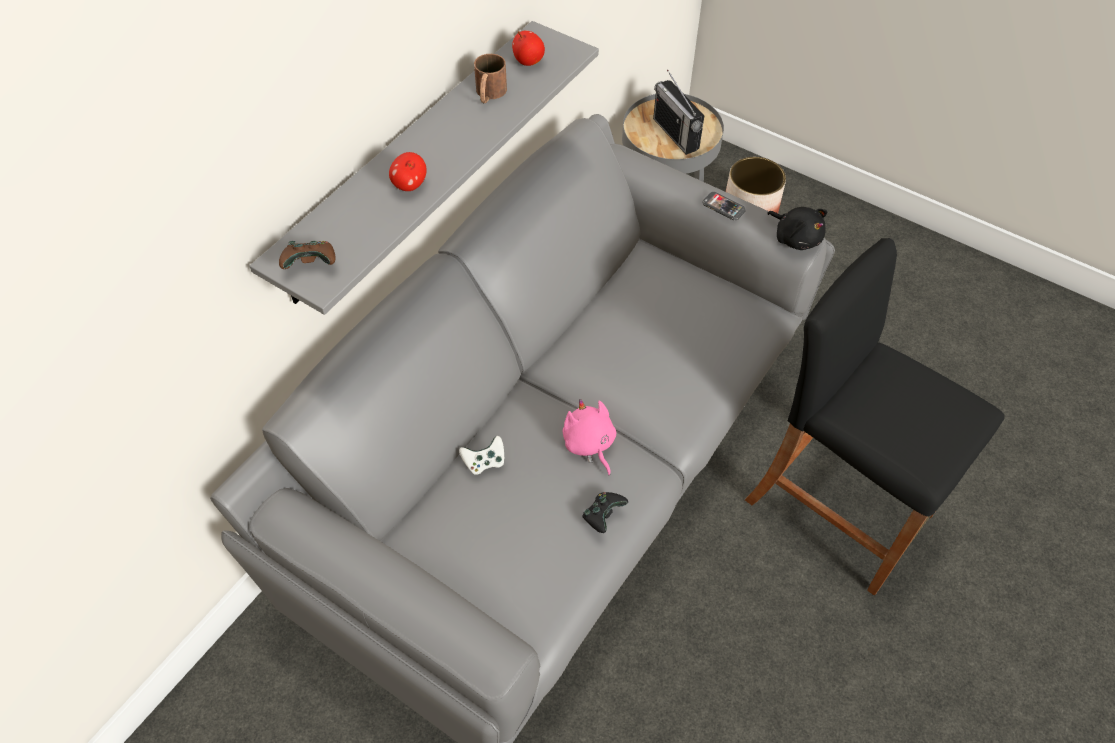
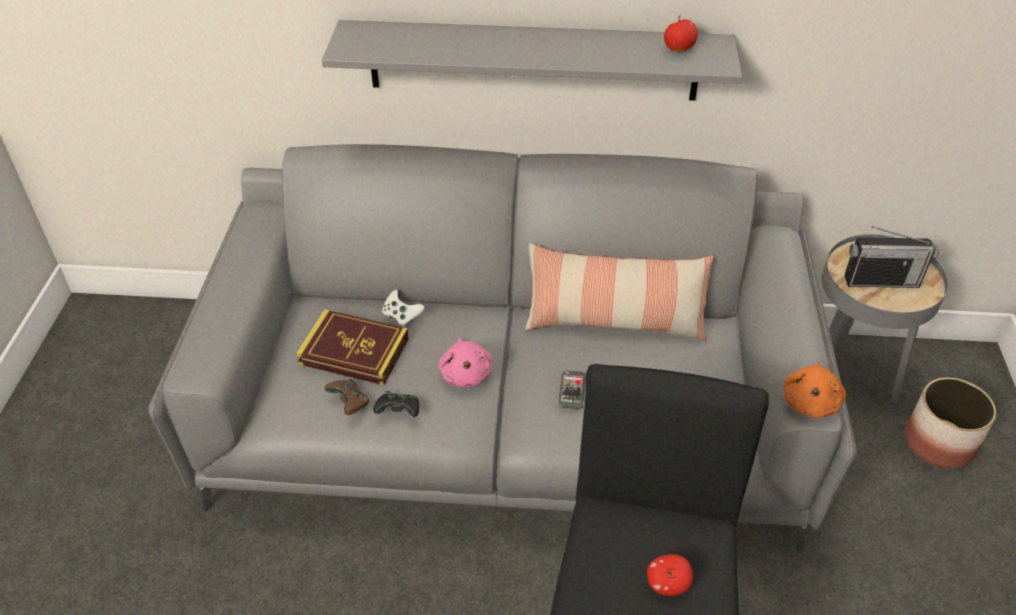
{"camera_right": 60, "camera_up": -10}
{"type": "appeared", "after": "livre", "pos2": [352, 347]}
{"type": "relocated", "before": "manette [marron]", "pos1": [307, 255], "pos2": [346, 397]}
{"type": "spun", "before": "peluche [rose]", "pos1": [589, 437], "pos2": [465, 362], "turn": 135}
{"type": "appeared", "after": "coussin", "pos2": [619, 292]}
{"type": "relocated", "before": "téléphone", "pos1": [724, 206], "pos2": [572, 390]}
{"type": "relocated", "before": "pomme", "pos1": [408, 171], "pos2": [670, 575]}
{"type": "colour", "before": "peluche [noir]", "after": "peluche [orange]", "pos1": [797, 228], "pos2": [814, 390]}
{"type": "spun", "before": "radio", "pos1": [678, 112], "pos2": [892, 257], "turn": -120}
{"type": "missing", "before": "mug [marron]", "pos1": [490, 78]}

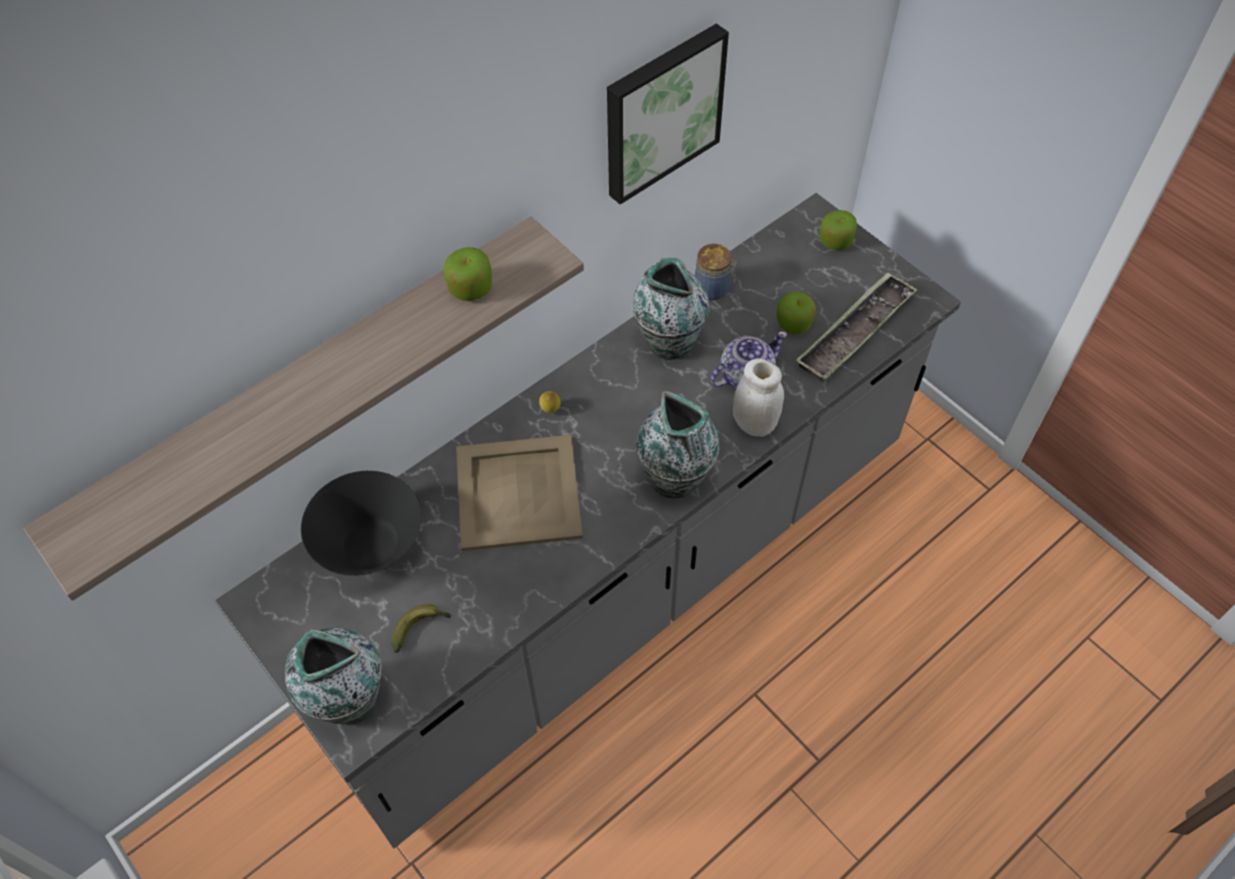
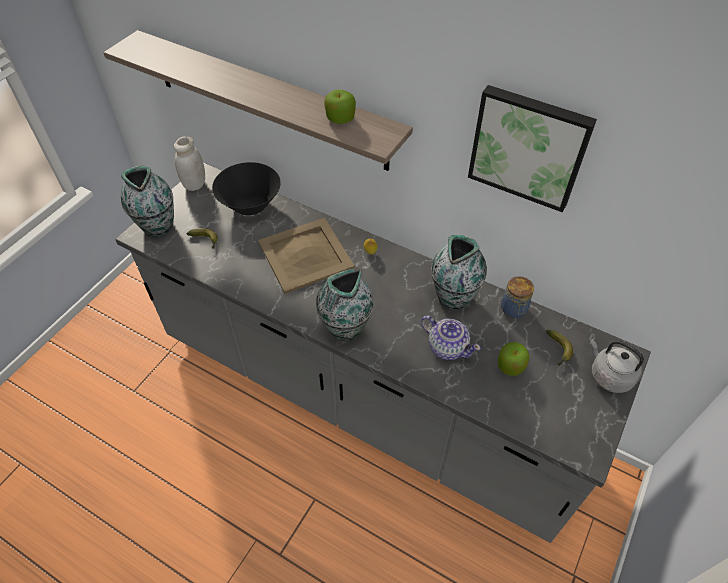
{"camera_right": 70, "camera_up": -5}
{"type": "relocated", "before": "bocal [blanc]", "pos1": [758, 398], "pos2": [189, 163]}
{"type": "appeared", "after": "banane", "pos2": [559, 348]}
{"type": "exchanged", "before": "pomme", "after": "bouilloire [gris]", "pos1": [838, 230], "pos2": [617, 366]}
{"type": "missing", "before": "plateau", "pos1": [856, 326]}

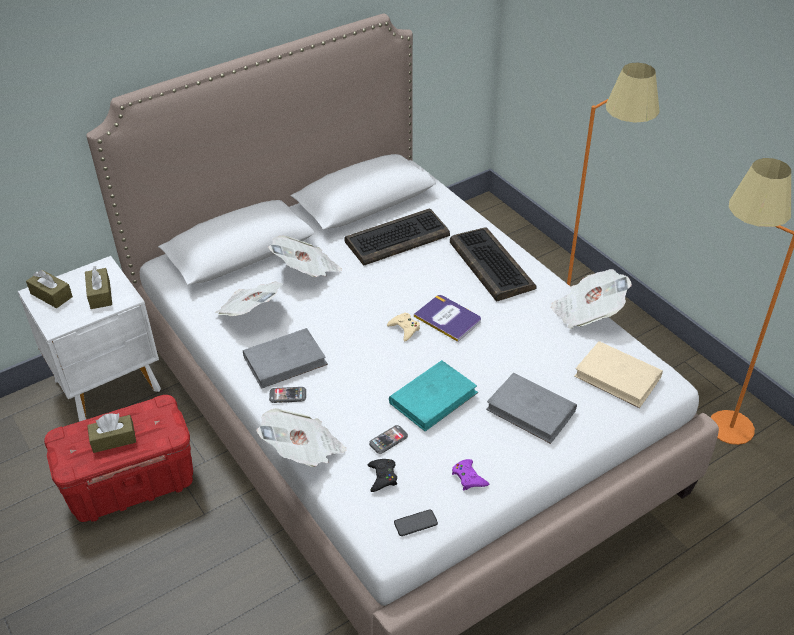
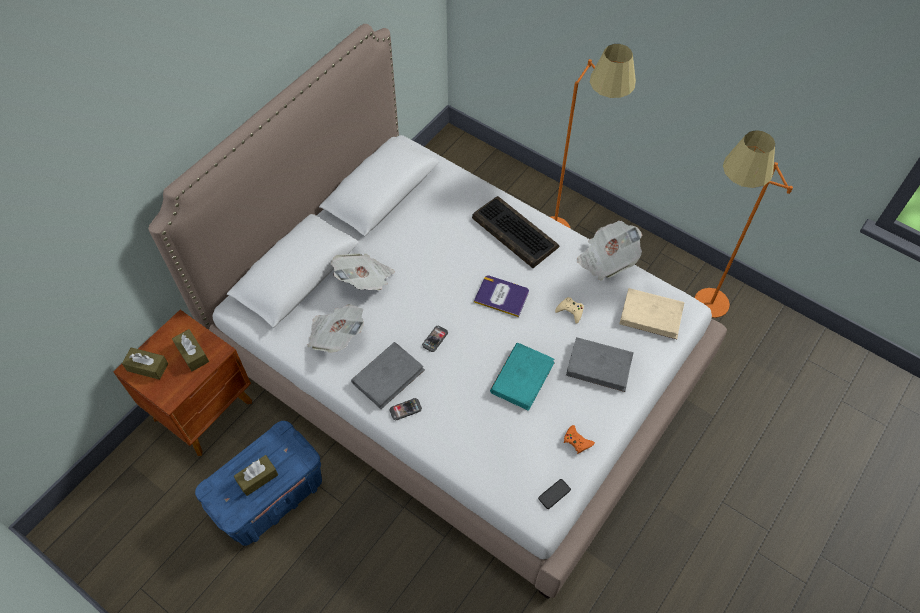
{"camera_right": -20, "camera_up": 15}
{"type": "colour", "before": "table de chevet [blanc]", "after": "table de chevet [marron]", "pos1": [89, 339], "pos2": [182, 383]}
{"type": "colour", "before": "boîte de rangement [rouge]", "after": "boîte de rangement [bleu]", "pos1": [118, 458], "pos2": [258, 483]}
{"type": "relocated", "before": "téléphone", "pos1": [388, 439], "pos2": [435, 339]}
{"type": "relocated", "before": "manette [beige]", "pos1": [403, 327], "pos2": [569, 310]}
{"type": "colour", "before": "manette [violet]", "after": "manette [orange]", "pos1": [470, 474], "pos2": [579, 439]}
{"type": "missing", "before": "journal", "pos1": [301, 437]}
{"type": "missing", "before": "clavier", "pos1": [397, 237]}
{"type": "missing", "before": "manette [noir]", "pos1": [382, 475]}

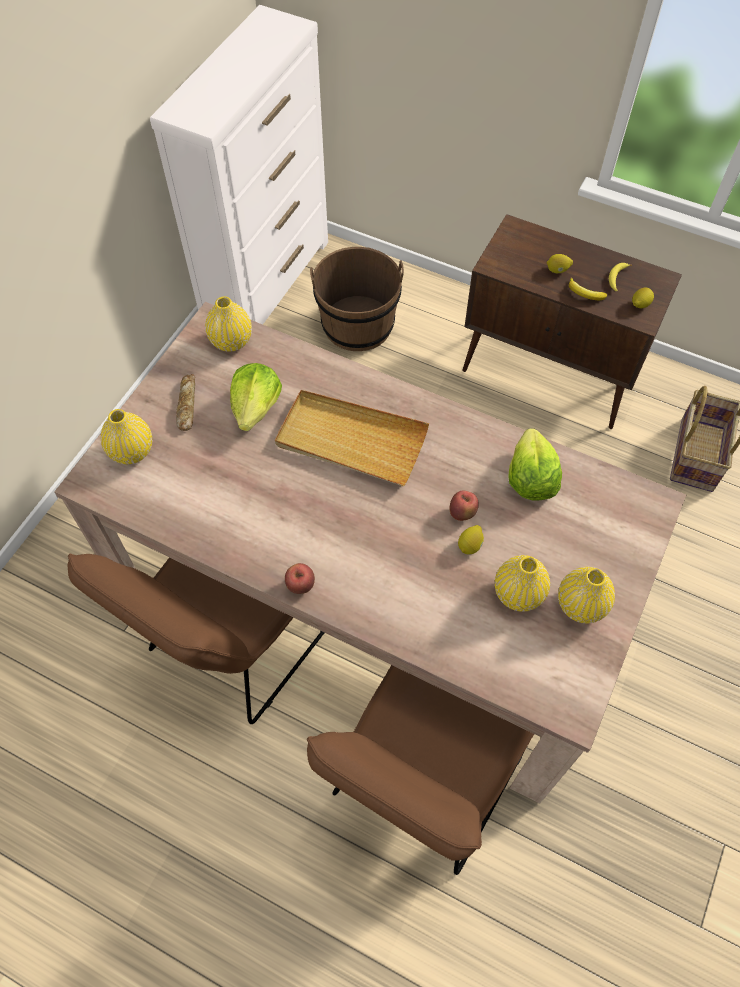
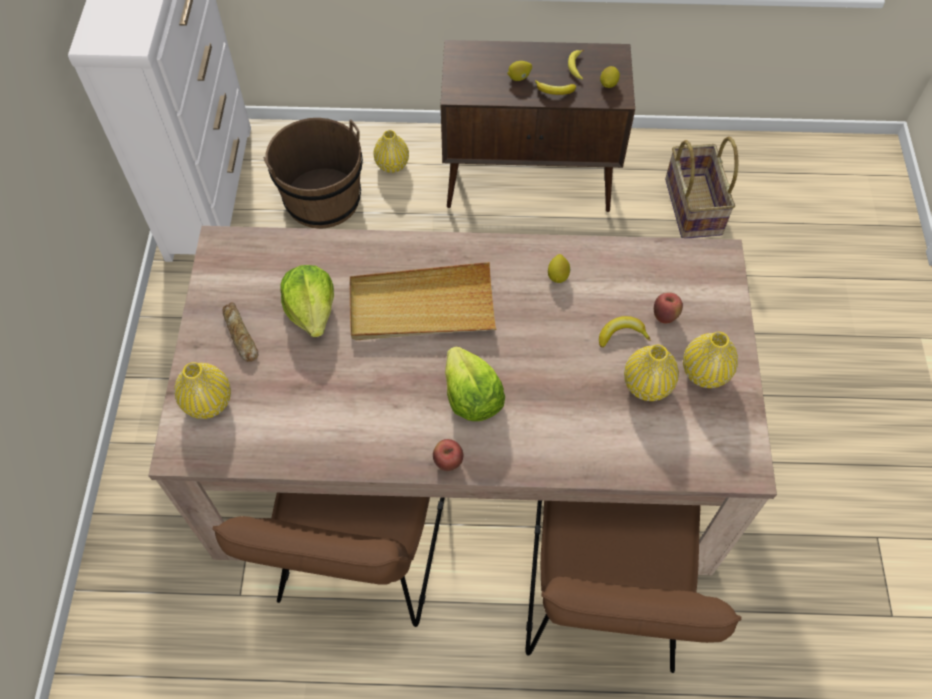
{"camera_right": -25, "camera_up": 0}
{"type": "relocated", "before": "vase [jaune]", "pos1": [228, 324], "pos2": [391, 151]}
{"type": "relocated", "before": "laitue", "pos1": [535, 464], "pos2": [475, 383]}
{"type": "relocated", "before": "citron", "pos1": [471, 540], "pos2": [559, 268]}
{"type": "appeared", "after": "banane", "pos2": [625, 332]}
{"type": "relocated", "before": "pomme", "pos1": [464, 506], "pos2": [668, 308]}

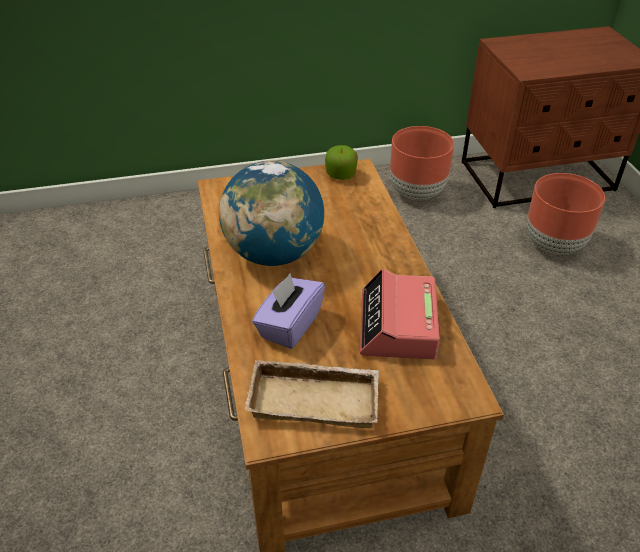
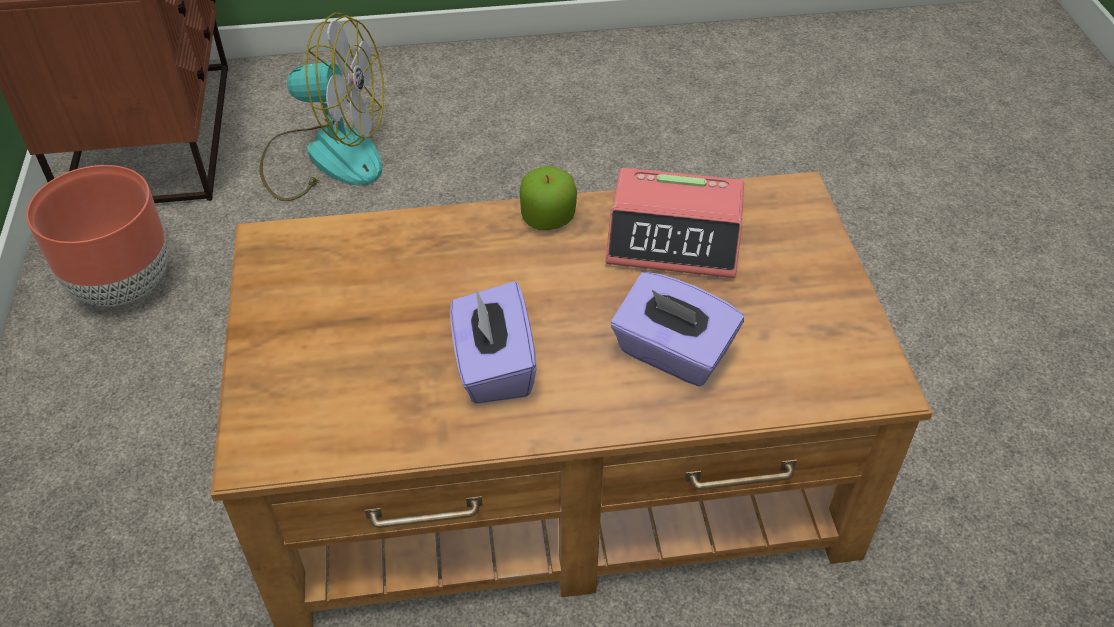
{"camera_right": -85, "camera_up": 5}
{"type": "exchanged", "before": "cache-pot [marron]", "after": "ventilateur", "pos1": [566, 214], "pos2": [322, 107]}
{"type": "exchanged", "before": "globe", "after": "boîte à mouchoirs [violet]", "pos1": [271, 213], "pos2": [493, 342]}
{"type": "relocated", "before": "pomme", "pos1": [341, 162], "pos2": [548, 198]}
{"type": "missing", "before": "plateau [beige]", "pos1": [312, 394]}

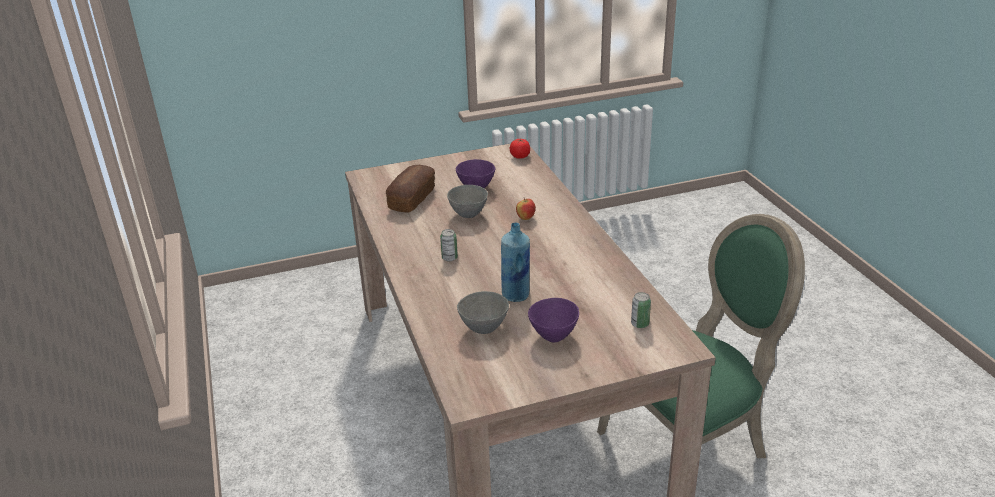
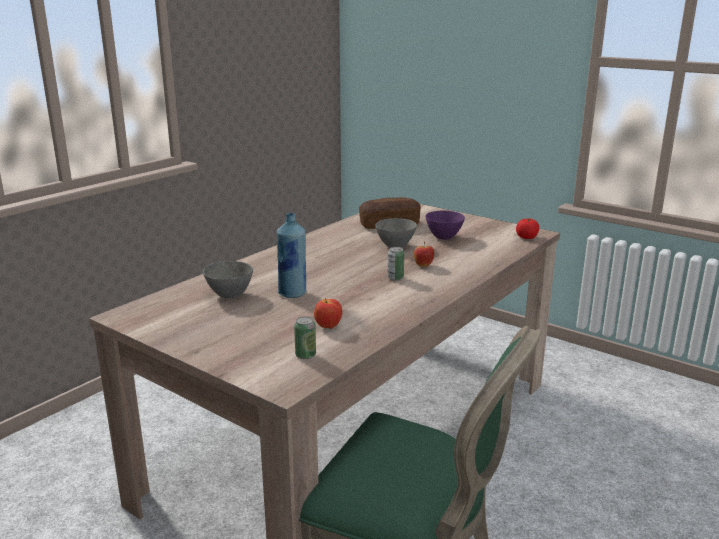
{"camera_right": 55, "camera_up": -10}
{"type": "appeared", "after": "pomme", "pos2": [328, 313]}
{"type": "relocated", "before": "boîte métallique", "pos1": [449, 245], "pos2": [395, 264]}
{"type": "missing", "before": "bol [violet]", "pos1": [553, 320]}

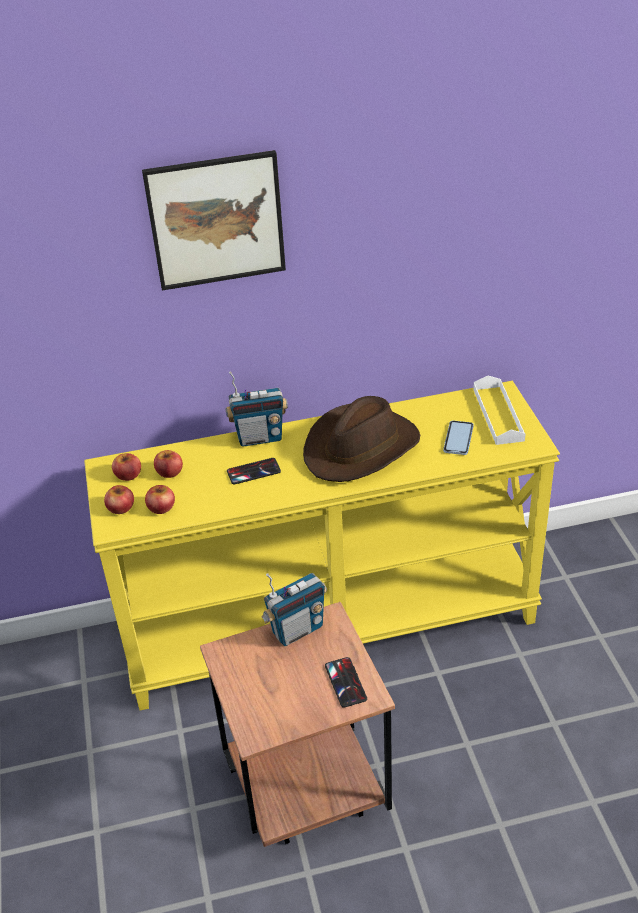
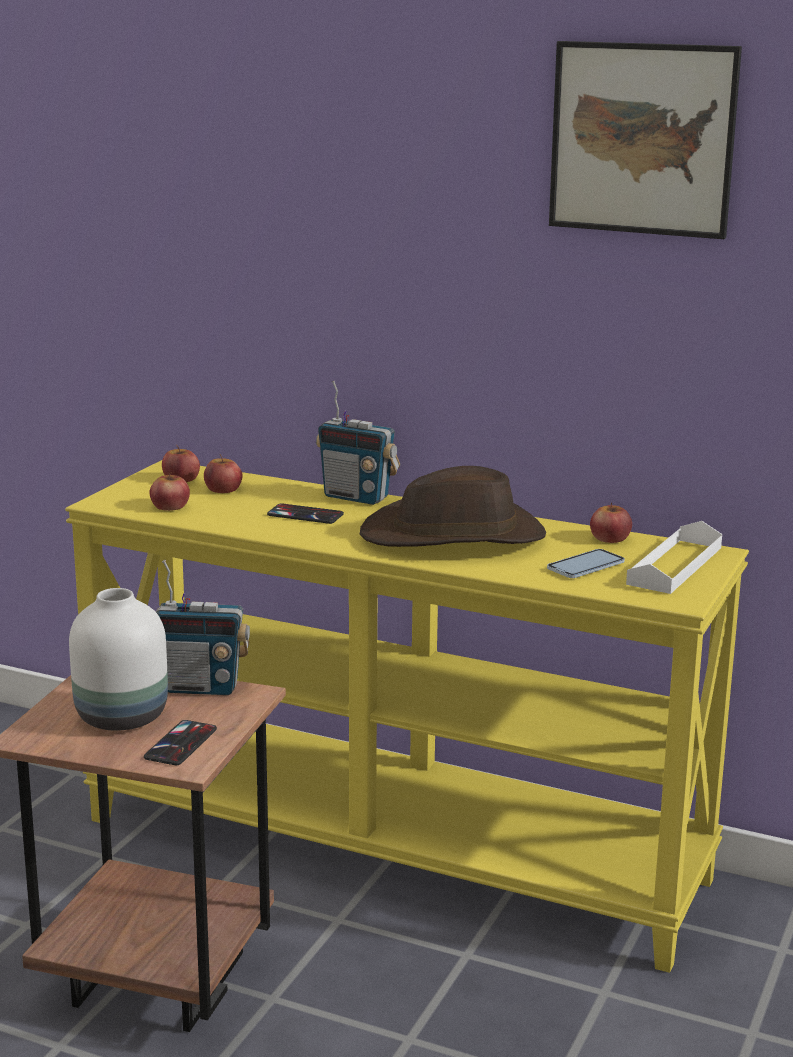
{"camera_right": 35, "camera_up": -20}
{"type": "appeared", "after": "vase [blanc]", "pos2": [118, 659]}
{"type": "relocated", "before": "tableau", "pos1": [214, 220], "pos2": [645, 140]}
{"type": "relocated", "before": "pomme", "pos1": [119, 499], "pos2": [611, 522]}

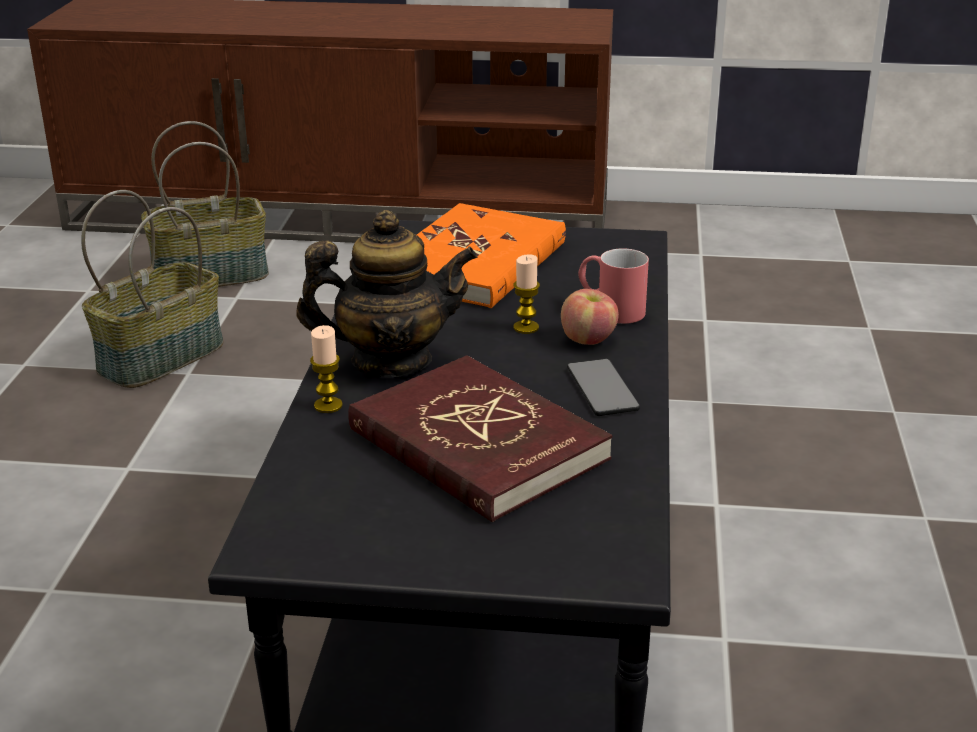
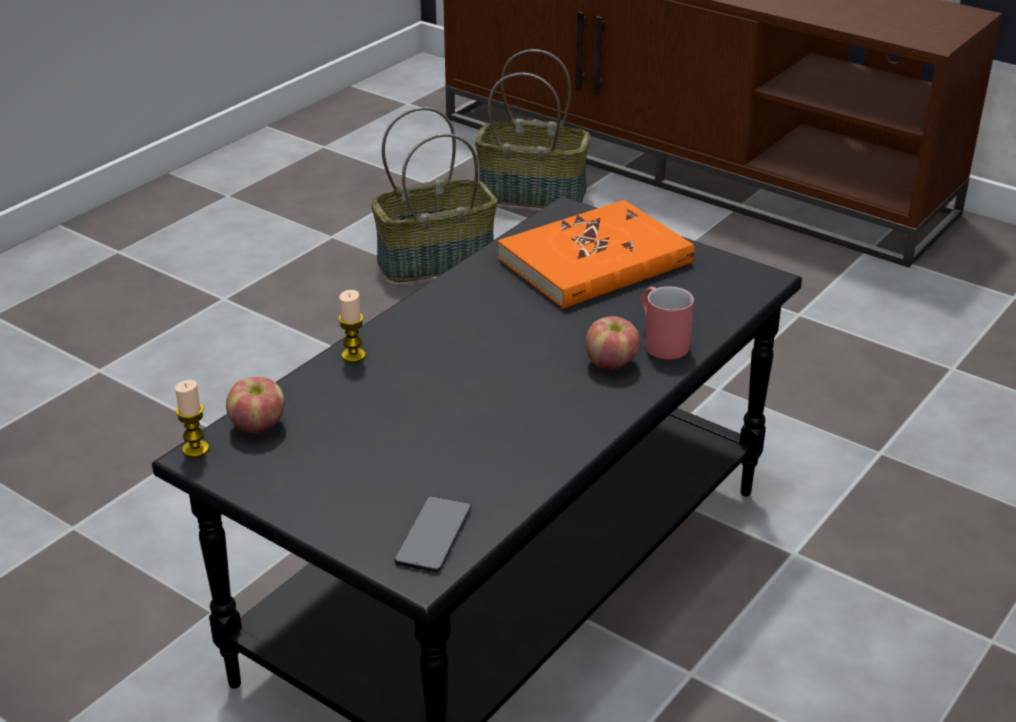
{"camera_right": 30, "camera_up": 5}
{"type": "relocated", "before": "bougie", "pos1": [526, 294], "pos2": [192, 419]}
{"type": "appeared", "after": "pomme", "pos2": [255, 405]}
{"type": "relocated", "before": "téléphone", "pos1": [603, 387], "pos2": [432, 534]}
{"type": "missing", "before": "théière", "pos1": [387, 293]}
{"type": "missing", "before": "livre [rouge]", "pos1": [480, 439]}

